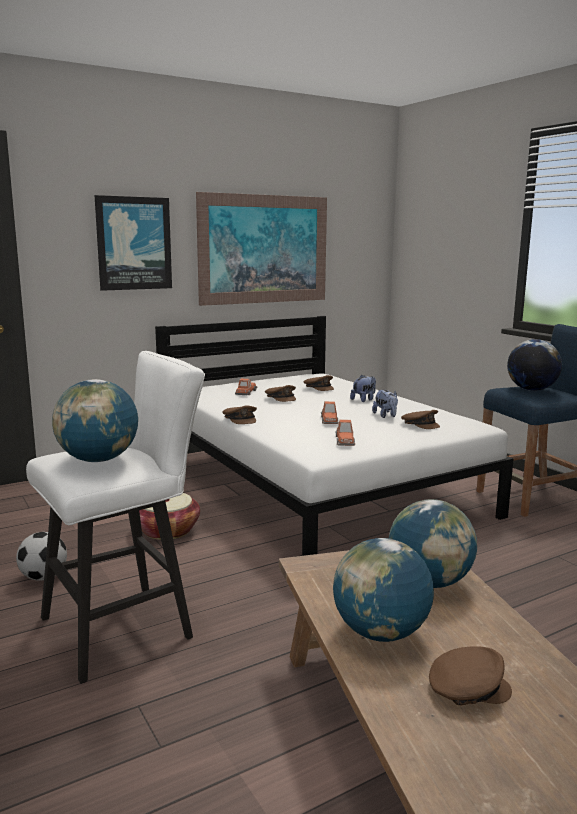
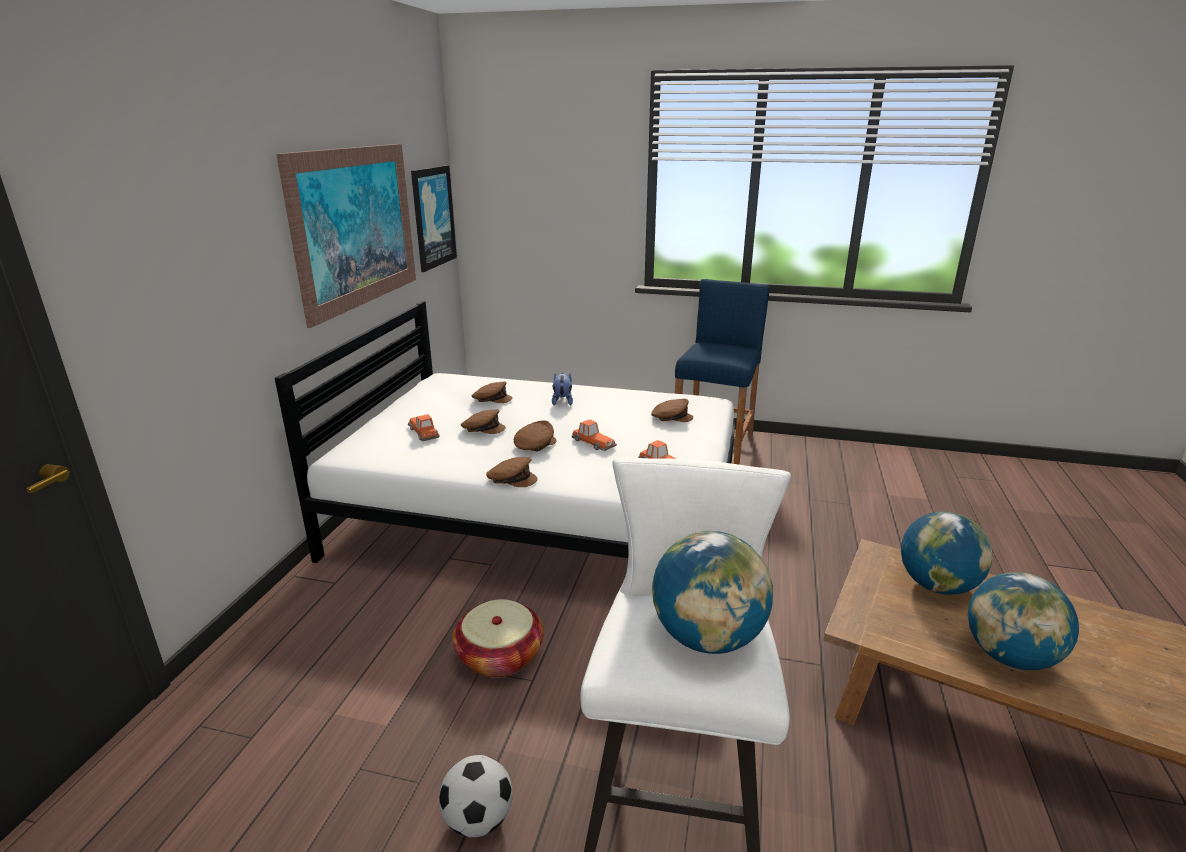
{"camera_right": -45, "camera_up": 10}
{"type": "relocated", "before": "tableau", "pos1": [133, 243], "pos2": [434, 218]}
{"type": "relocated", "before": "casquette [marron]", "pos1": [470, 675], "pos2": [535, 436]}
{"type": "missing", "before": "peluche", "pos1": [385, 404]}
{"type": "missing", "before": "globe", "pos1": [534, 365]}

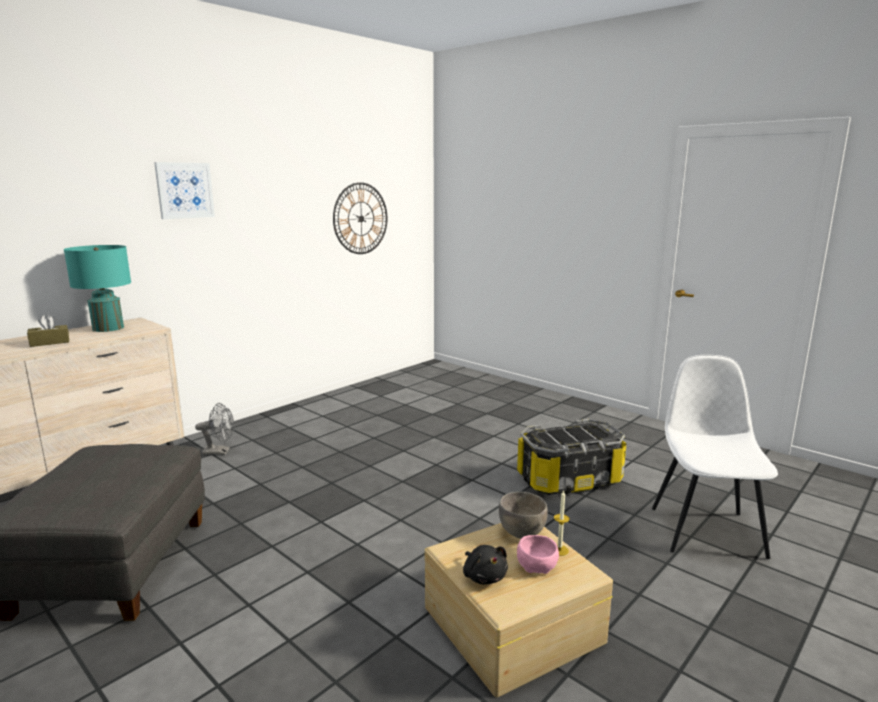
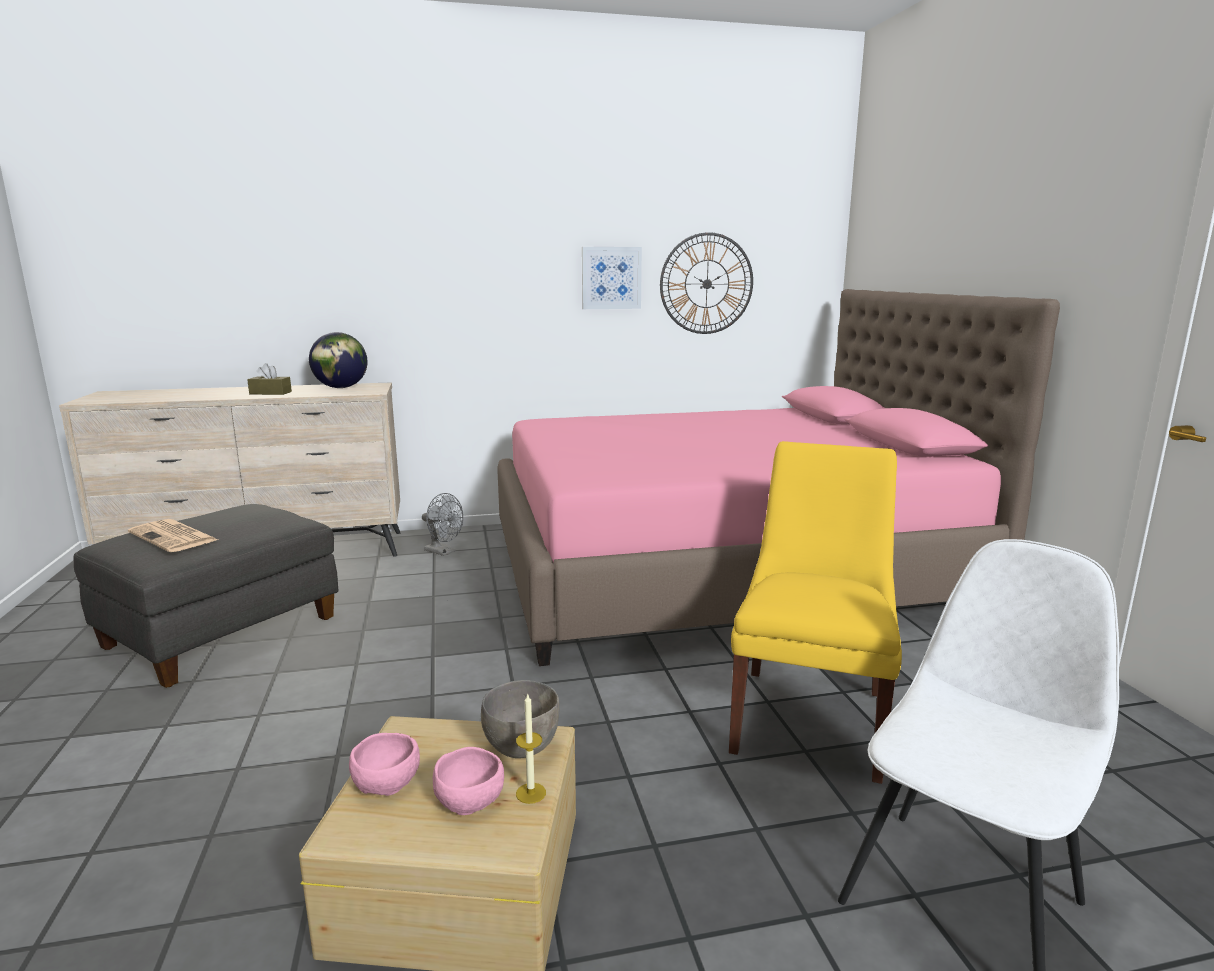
{"camera_right": 35, "camera_up": 0}
{"type": "appeared", "after": "journal", "pos2": [173, 535]}
{"type": "exchanged", "before": "lampe de table [turquoise]", "after": "globe", "pos1": [97, 288], "pos2": [338, 360]}
{"type": "exchanged", "before": "peluche [noir]", "after": "bol [rose]", "pos1": [485, 564], "pos2": [384, 764]}
{"type": "appeared", "after": "lit [rose]", "pos2": [778, 477]}
{"type": "relocated", "before": "tableau", "pos1": [184, 190], "pos2": [612, 278]}
{"type": "exchanged", "before": "boîte de rangement", "after": "chaise [jaune]", "pos1": [572, 457], "pos2": [815, 612]}

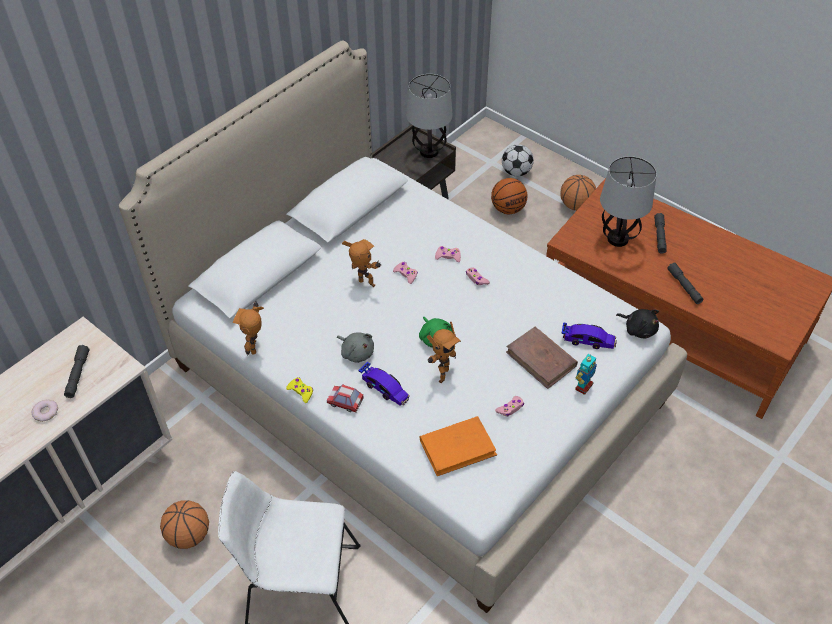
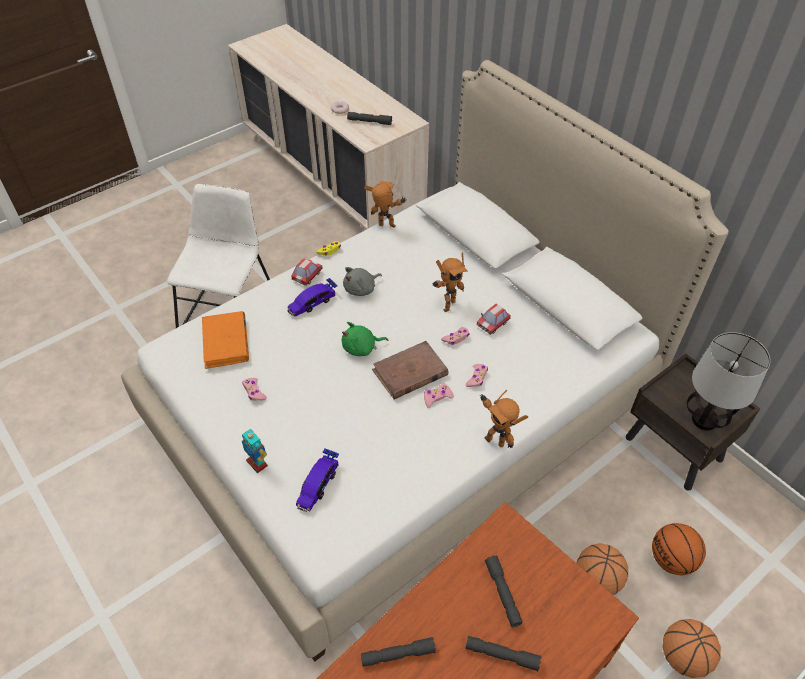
{"camera_right": 100, "camera_up": 0}
{"type": "relocated", "before": "livre [marron]", "pos1": [542, 358], "pos2": [410, 370]}
{"type": "appeared", "after": "petite voiture", "pos2": [493, 319]}
{"type": "relocated", "before": "robot jouet", "pos1": [444, 352], "pos2": [504, 418]}
{"type": "exchanged", "before": "lampe de table", "after": "lampe de poche [gris]", "pos1": [628, 201], "pos2": [504, 591]}
{"type": "relocated", "before": "ballon de basket", "pos1": [184, 524], "pos2": [602, 569]}
{"type": "missing", "before": "ballon de foot", "pos1": [518, 160]}
{"type": "missing", "before": "peluche [noir]", "pos1": [637, 324]}

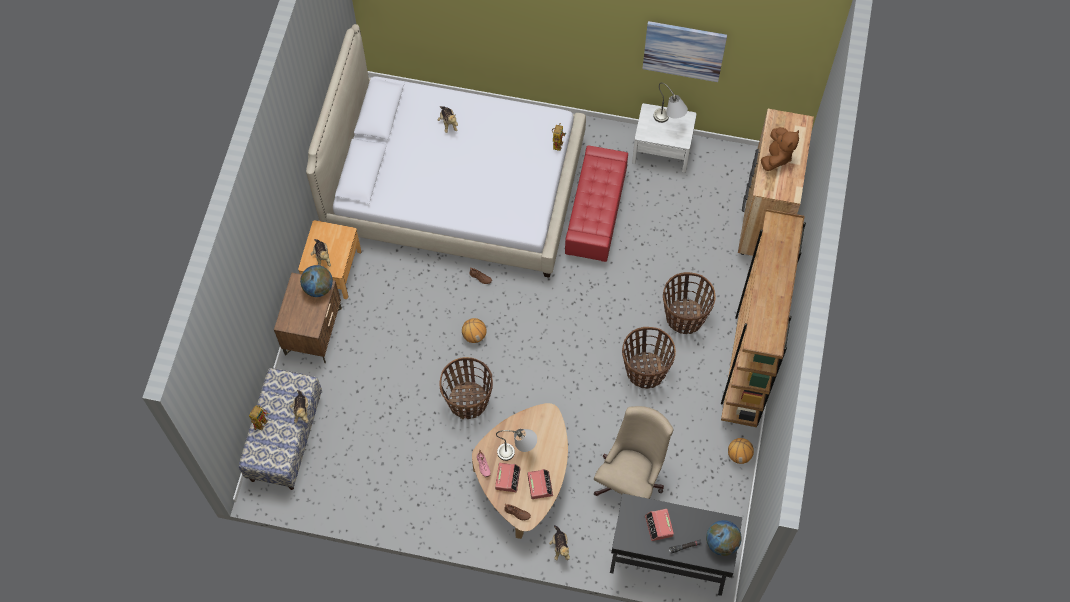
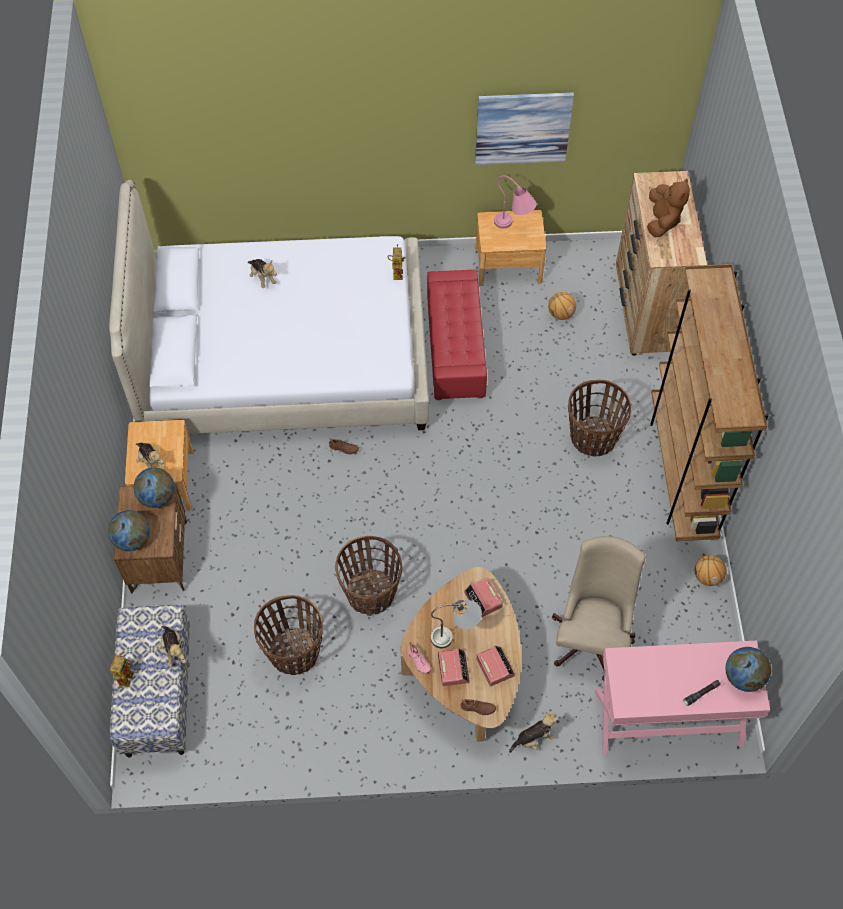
{"camera_right": -15, "camera_up": -5}
{"type": "appeared", "after": "globe", "pos2": [129, 530]}
{"type": "relocated", "before": "panier", "pos1": [649, 358], "pos2": [288, 635]}
{"type": "relocated", "before": "réveil", "pos1": [659, 525], "pos2": [483, 597]}
{"type": "colour", "before": "table de chevet [blanc]", "after": "table de chevet [marron]", "pos1": [664, 138], "pos2": [511, 248]}
{"type": "colour", "before": "lampe de table [gris]", "after": "lampe de table [rose]", "pos1": [670, 103], "pos2": [515, 202]}
{"type": "spun", "before": "peluche", "pos1": [559, 543], "pos2": [533, 732], "turn": -90}
{"type": "relocated", "before": "ballon de basket", "pos1": [474, 330], "pos2": [562, 306]}
{"type": "colour", "before": "bureau [noir]", "after": "bureau [rose]", "pos1": [676, 545], "pos2": [682, 697]}

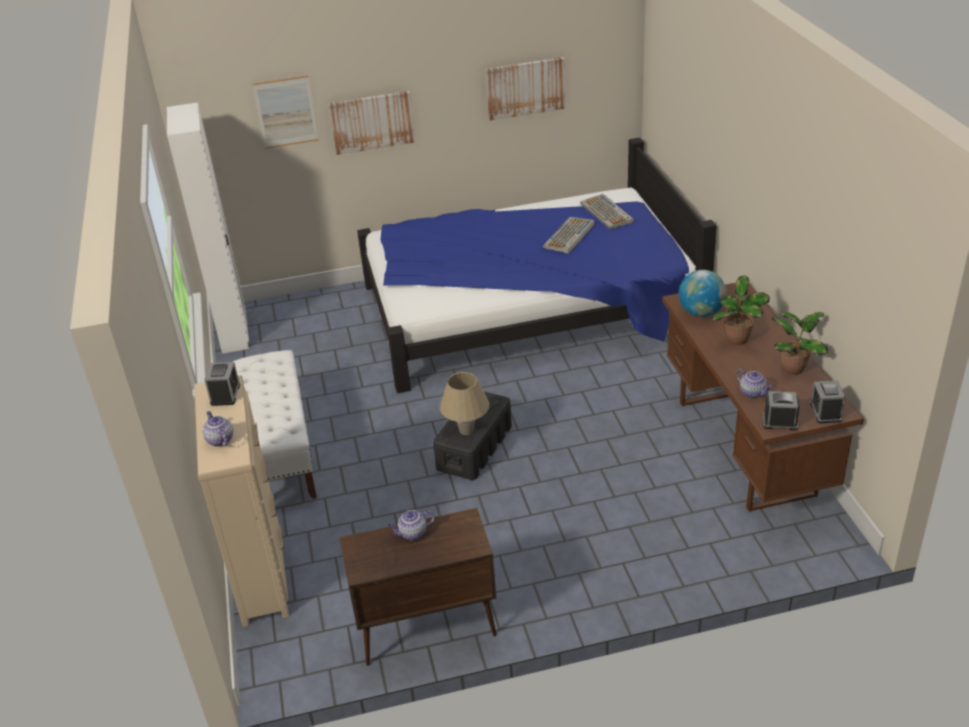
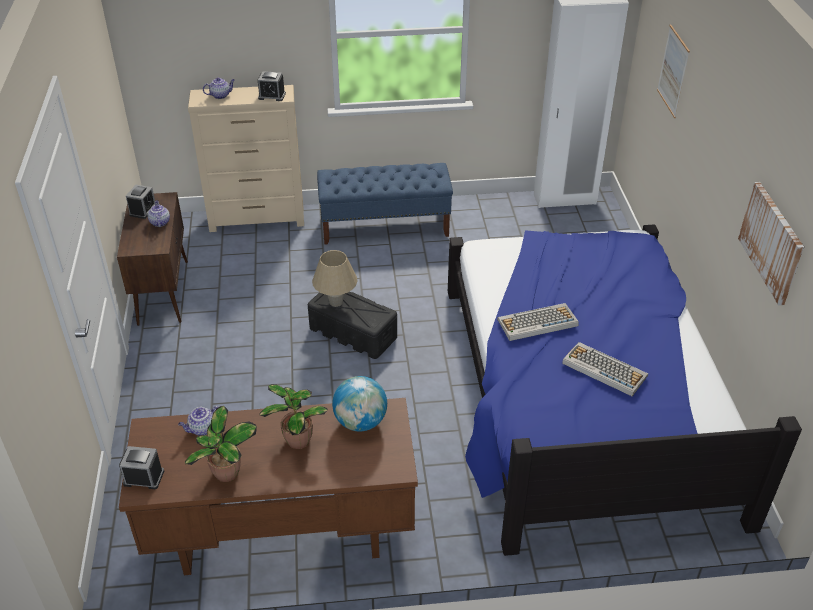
{"camera_right": 95, "camera_up": 5}
{"type": "relocated", "before": "réveil", "pos1": [781, 410], "pos2": [140, 202]}
{"type": "colour", "before": "banc [blanc]", "after": "banc [bleu]", "pos1": [275, 424], "pos2": [385, 204]}
{"type": "relocated", "before": "clavier", "pos1": [607, 211], "pos2": [538, 322]}
{"type": "missing", "before": "tableau", "pos1": [372, 123]}

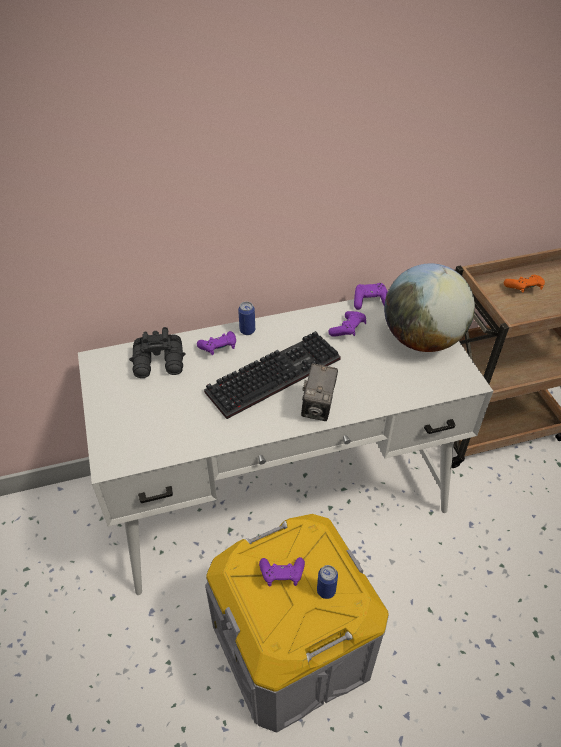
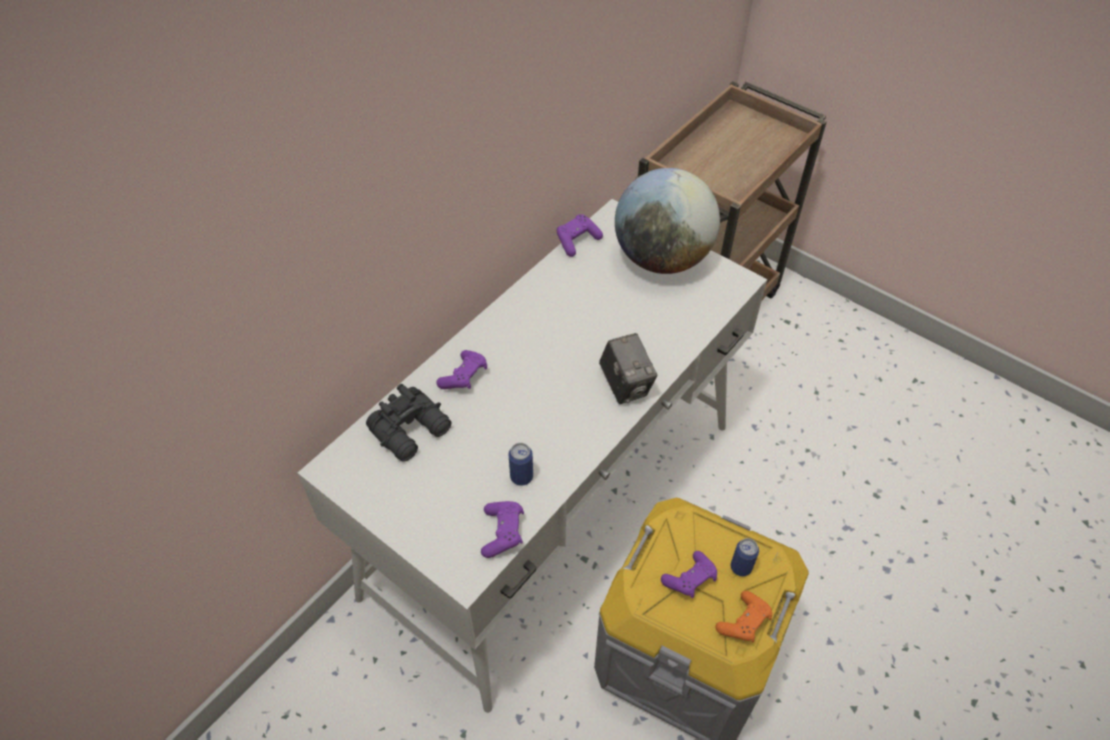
{"camera_right": -35, "camera_up": 5}
{"type": "relocated", "before": "manette [violet]", "pos1": [347, 324], "pos2": [502, 529]}
{"type": "relocated", "before": "boîte métallique", "pos1": [246, 318], "pos2": [521, 464]}
{"type": "relocated", "before": "manette [orange]", "pos1": [524, 284], "pos2": [743, 616]}
{"type": "missing", "before": "clavier", "pos1": [272, 375]}

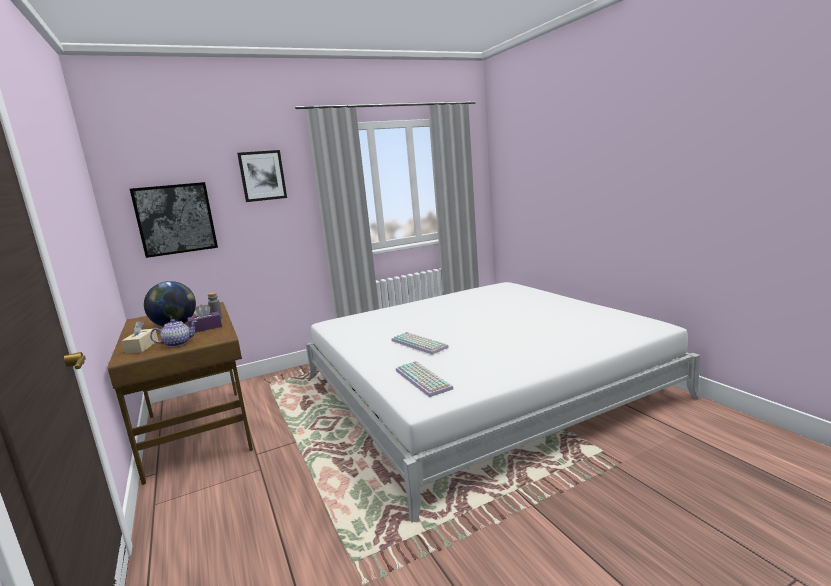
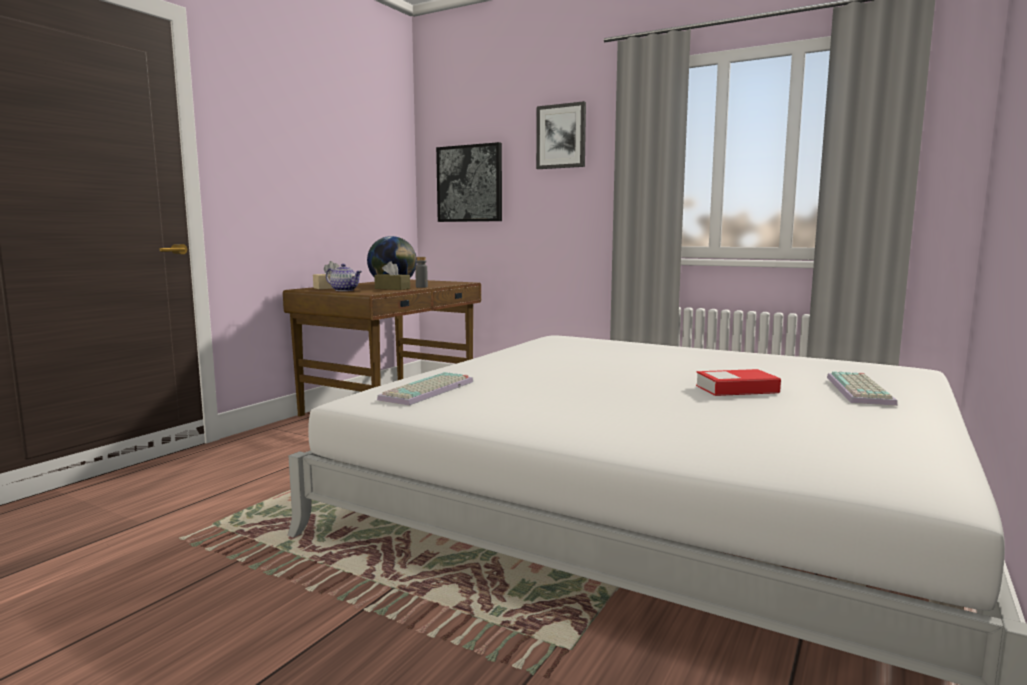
{"camera_right": 55, "camera_up": -5}
{"type": "colour", "before": "boîte à mouchoirs [violet]", "after": "boîte à mouchoirs [marron]", "pos1": [204, 319], "pos2": [392, 276]}
{"type": "appeared", "after": "livre", "pos2": [738, 382]}
{"type": "relocated", "before": "clavier", "pos1": [420, 343], "pos2": [862, 388]}

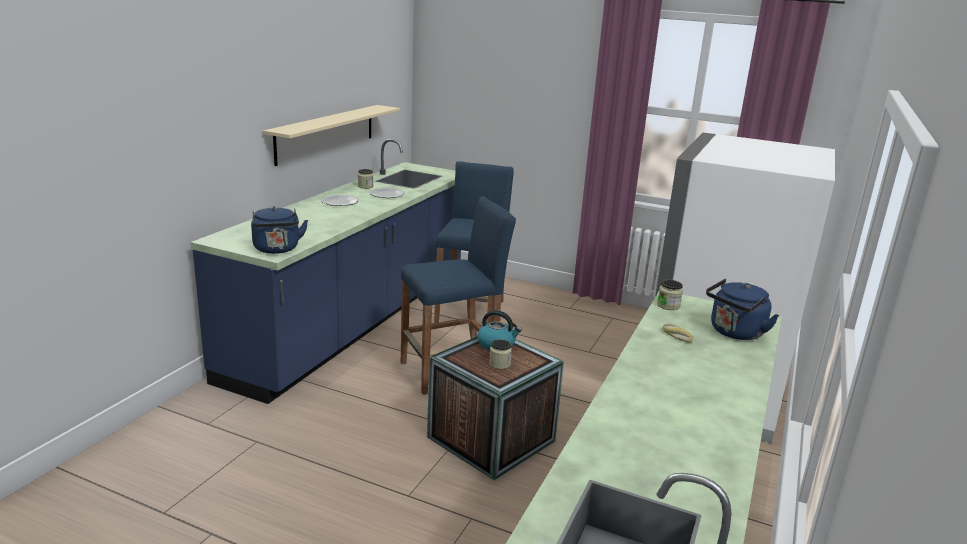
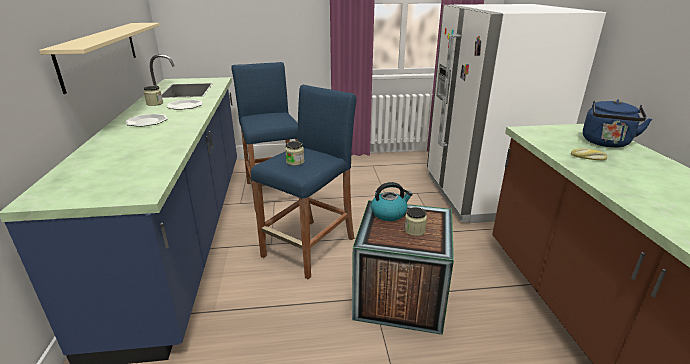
{"camera_right": -30, "camera_up": 5}
{"type": "relocated", "before": "bocal", "pos1": [670, 295], "pos2": [294, 153]}
{"type": "missing", "before": "bouilloire [bleu]", "pos1": [279, 230]}

